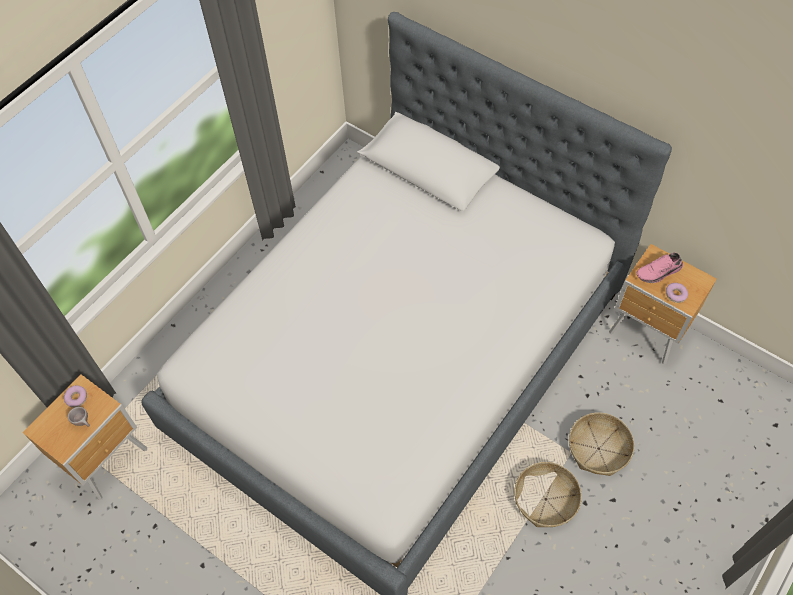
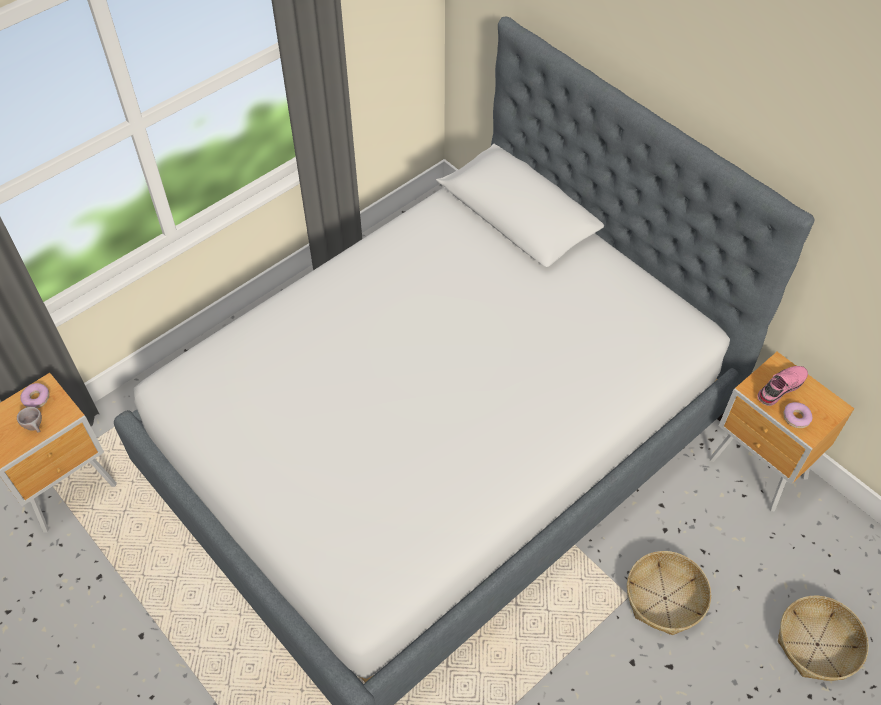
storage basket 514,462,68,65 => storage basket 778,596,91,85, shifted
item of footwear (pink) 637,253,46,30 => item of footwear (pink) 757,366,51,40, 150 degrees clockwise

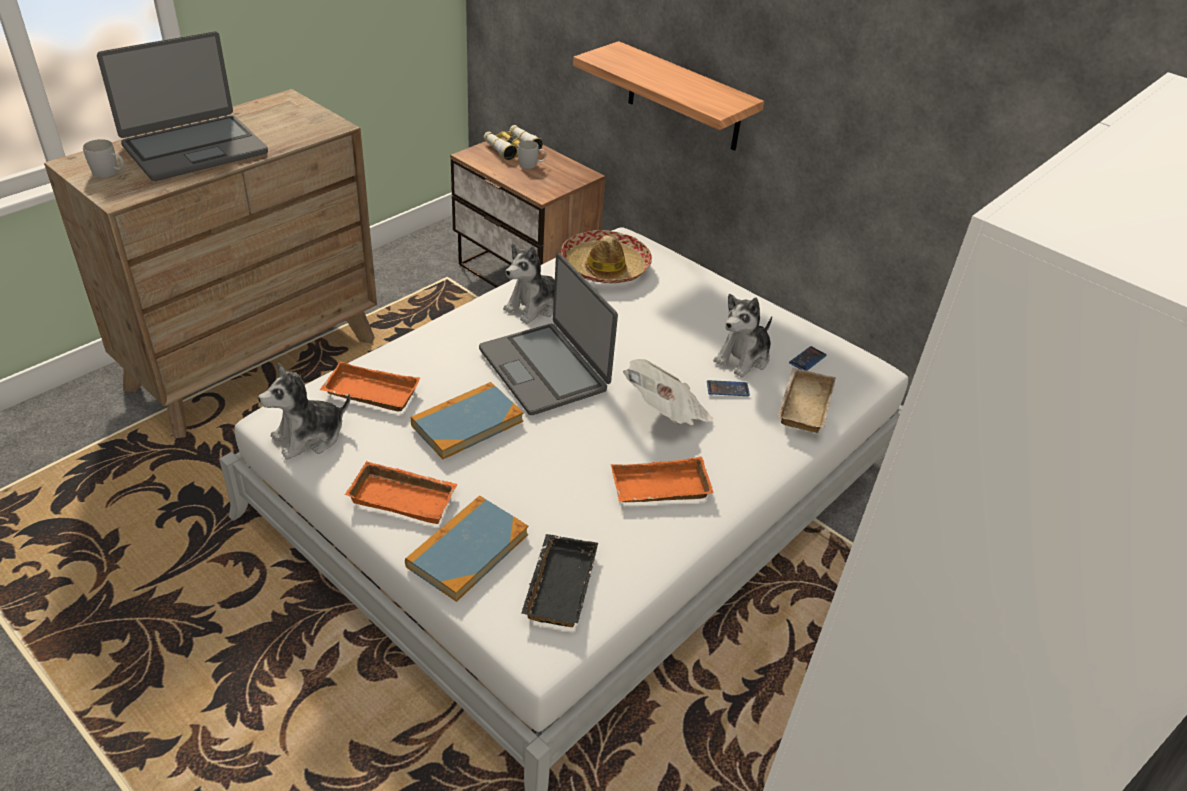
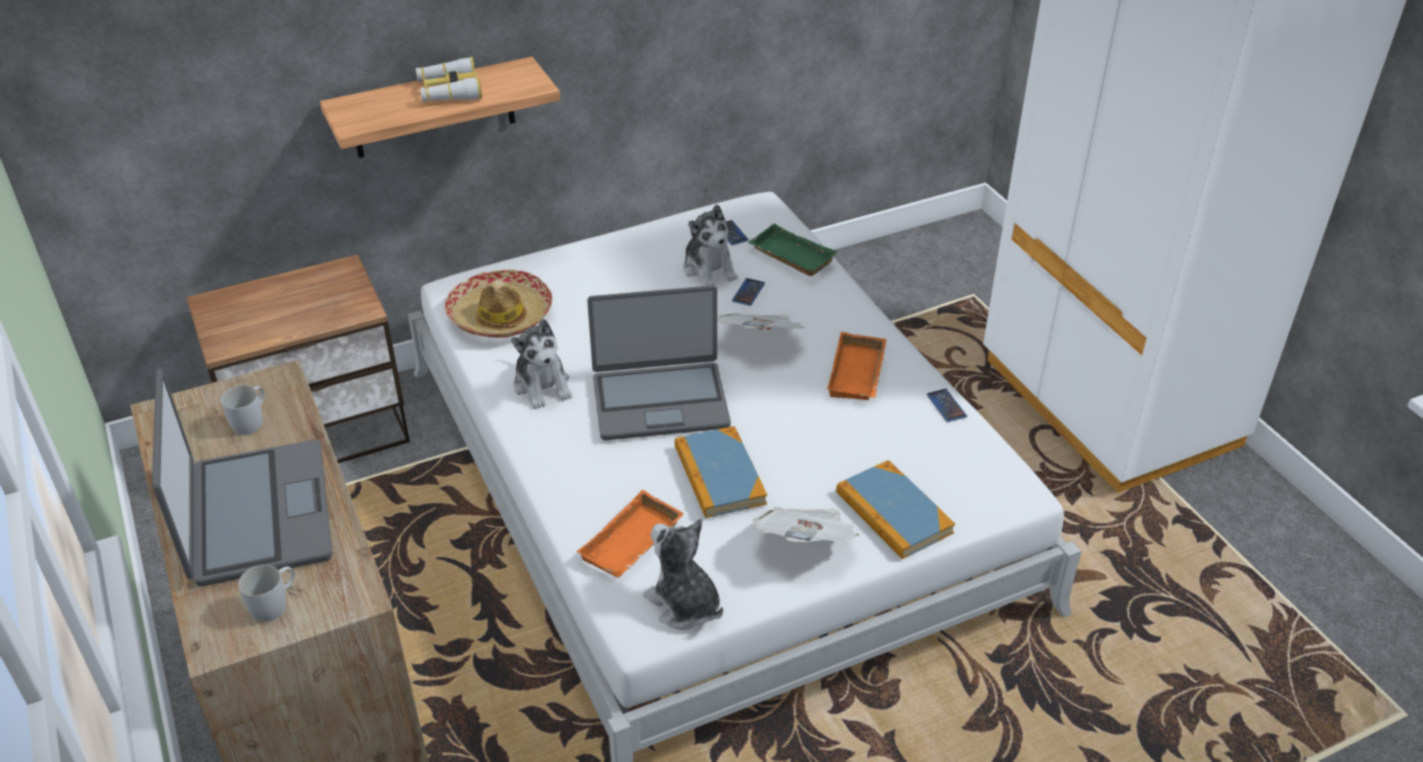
tray (blackish) 521,534,77,93 => nothing
nothing => handset 927,388,40,34
field glasses 484,125,59,35 => field glasses 415,57,67,45, shifted
coffee mug (white) 518,140,29,29 => coffee mug (white) 221,385,43,50, shifted
tray (orangey) 345,461,113,63 => printed paper 753,507,106,35
tray (beige-coloured) 778,368,58,65 => tray (green) 748,223,90,53
plush toy 258,363,92,97 => plush toy 643,519,80,111, 150 degrees clockwise

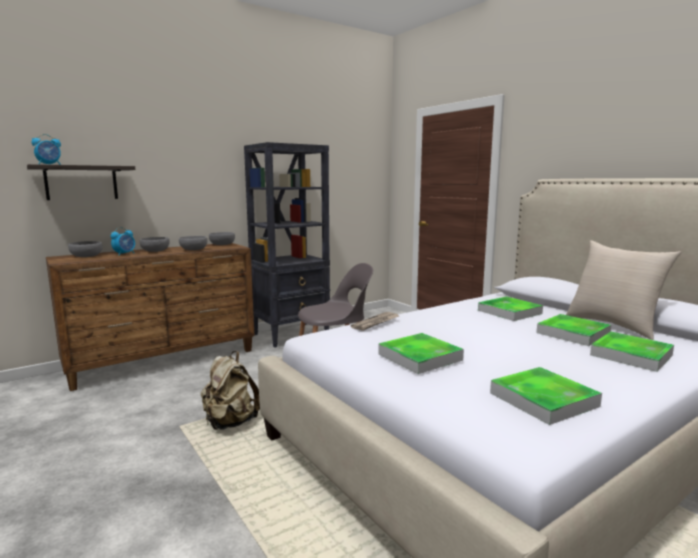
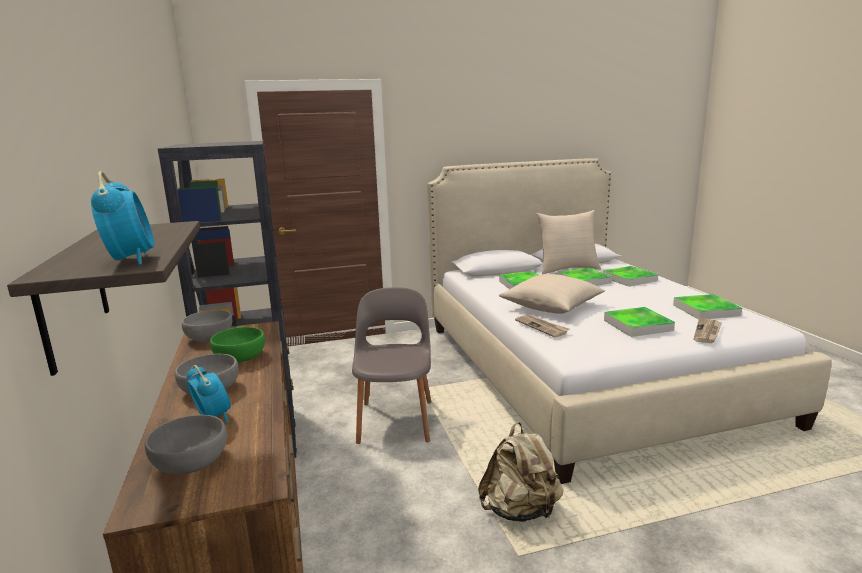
nothing => pillow (beige-coloured) 499,274,106,40
nothing => printed paper 694,318,28,25
bowl (greyish) 179,236,28,14 => bowl (green) 210,327,55,35

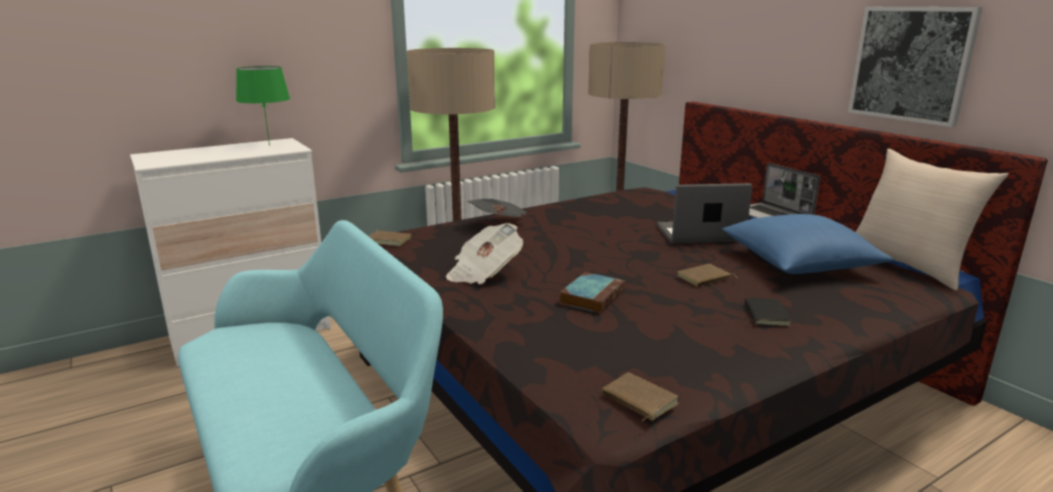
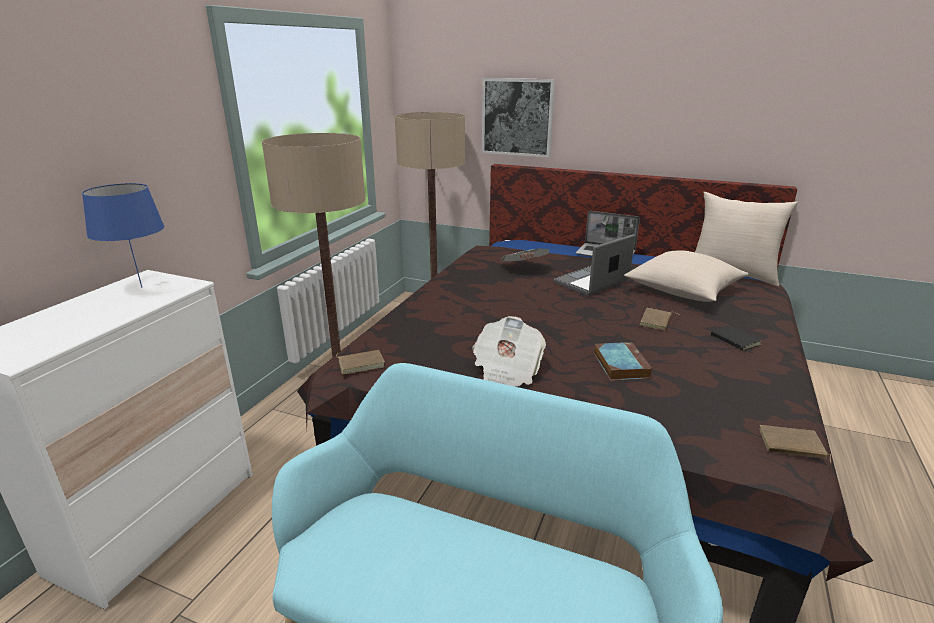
printed paper 467,199,60,18 => printed paper 501,248,49,14, shifted
picture 848,7,135,120 => picture 482,78,73,80, shifted
table lamp (green) 236,66,54,80 => table lamp (blue) 82,183,82,105
pillow (blue) 722,214,171,60 => pillow (beige-coloured) 624,250,125,52

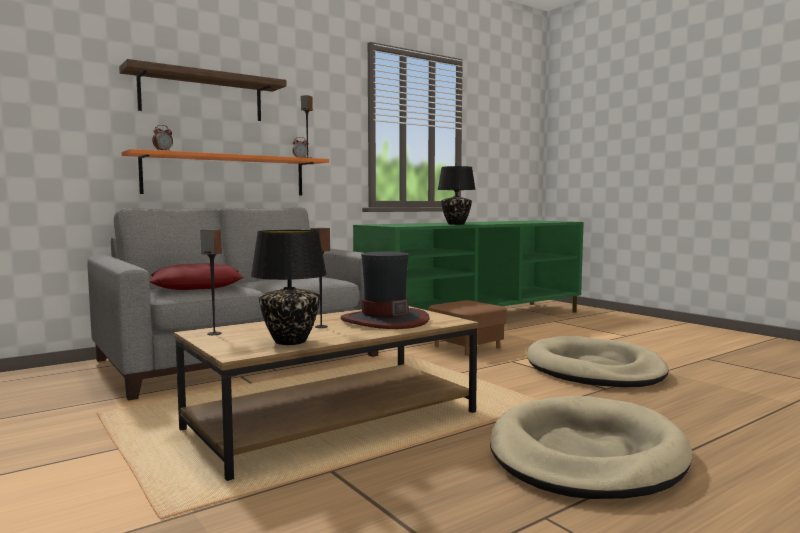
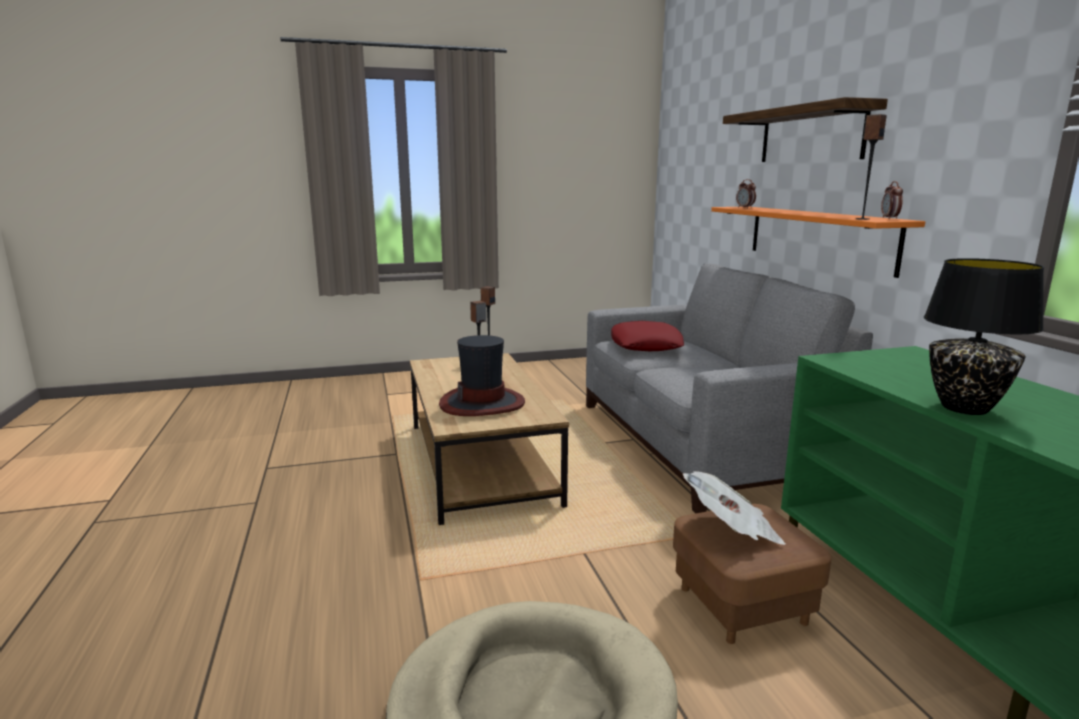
table lamp (blackish) 251,230,76,115 => nothing
dog bed (beige-coloured) 490,396,203,103 => nothing
nothing => printed paper 683,471,103,74

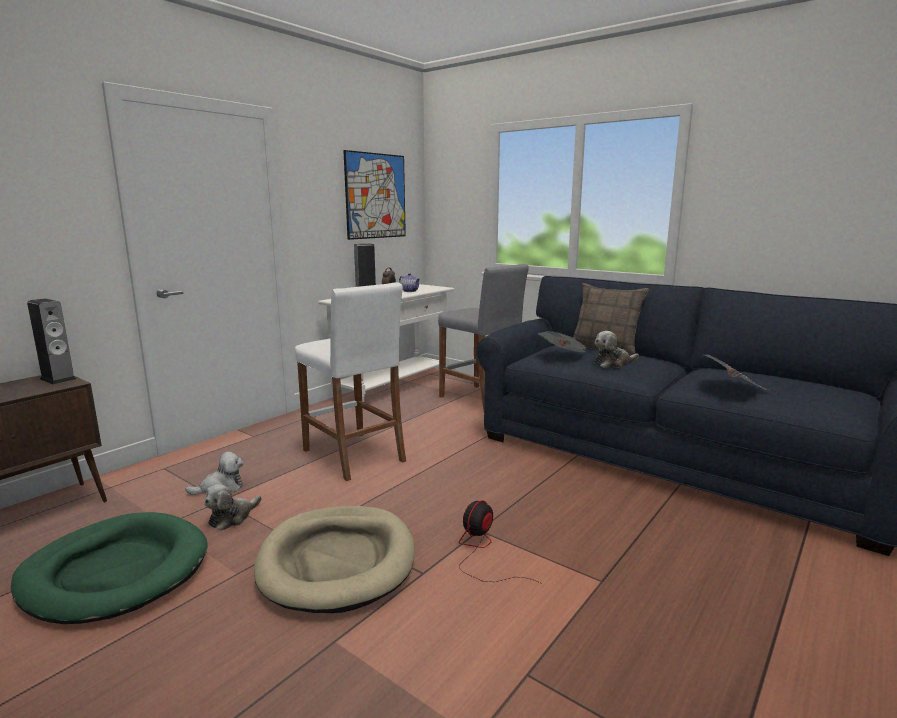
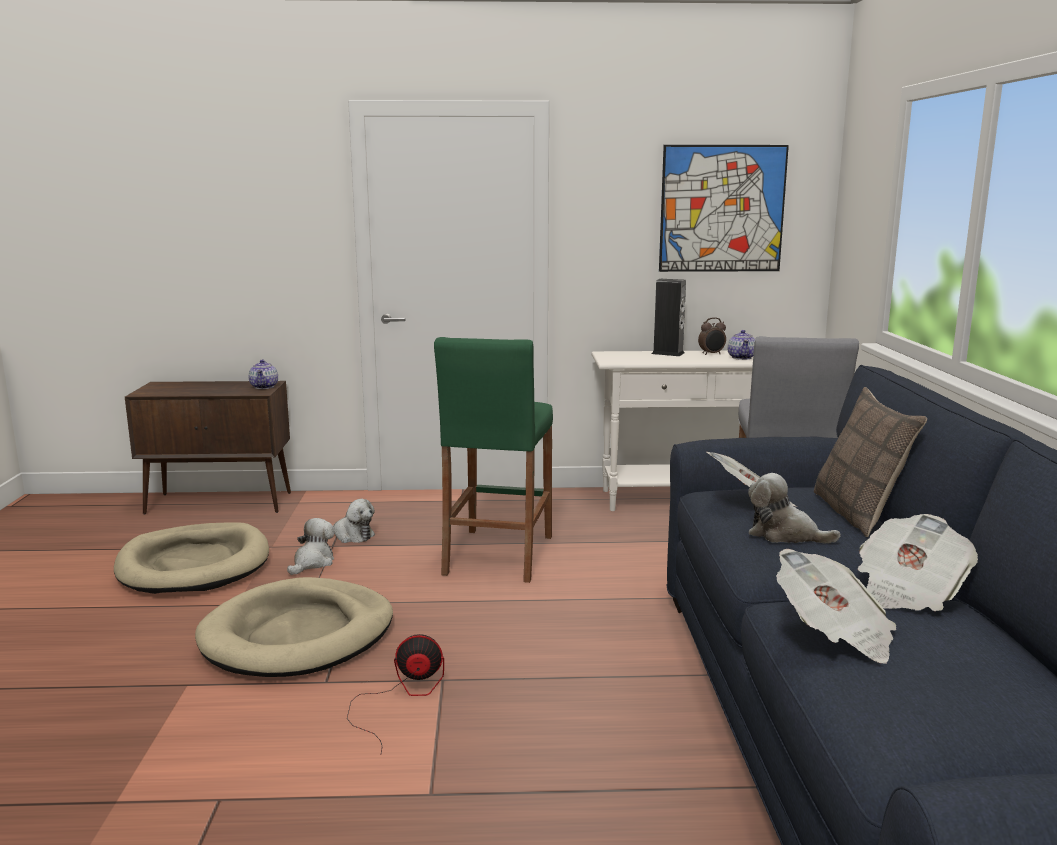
nothing => printed paper 858,514,120,97
speaker 27,299,49,86 => pot for tea 249,360,29,29
dog bed (green) 11,512,197,112 => dog bed (beige-coloured) 114,522,155,72
sitting stool (white) 295,282,111,199 => sitting stool (green) 434,337,119,246
plush toy 204,484,58,47 => plush toy 287,518,47,57, 120 degrees clockwise

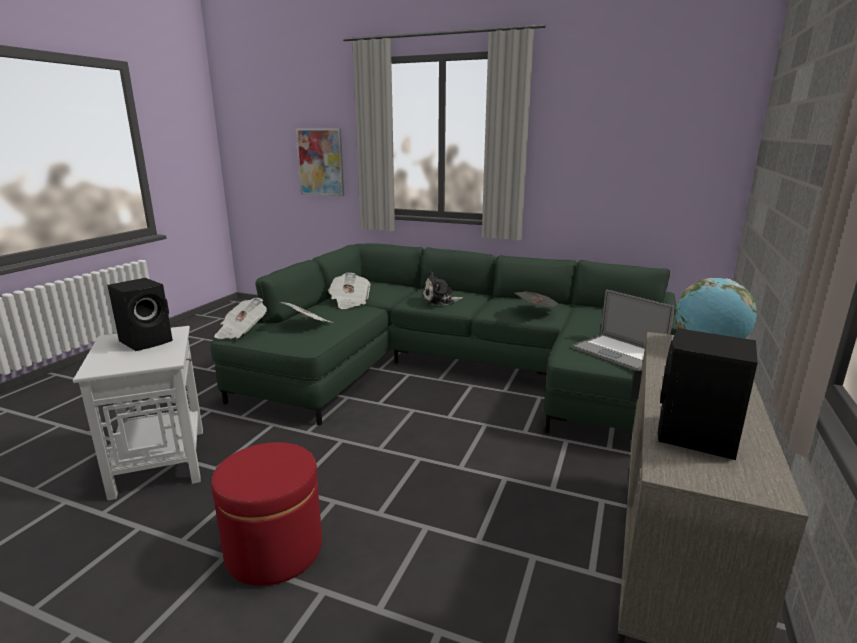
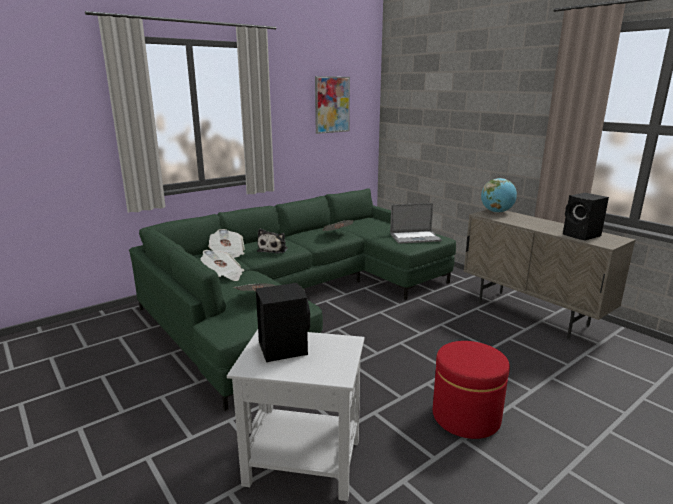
printed paper 214,298,53,41 => printed paper 208,229,37,29, shifted
picture 296,128,48,68 => picture 315,76,35,58, shifted

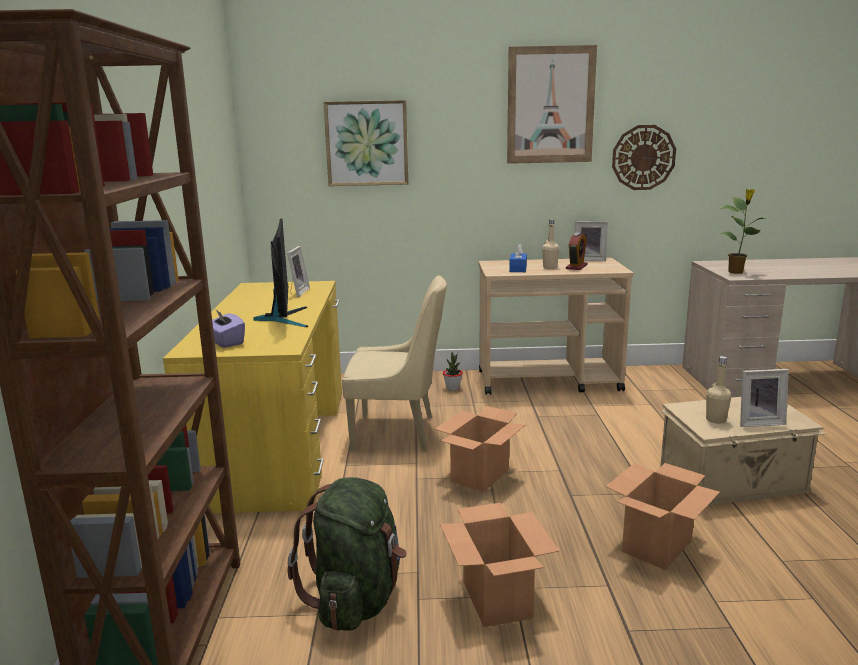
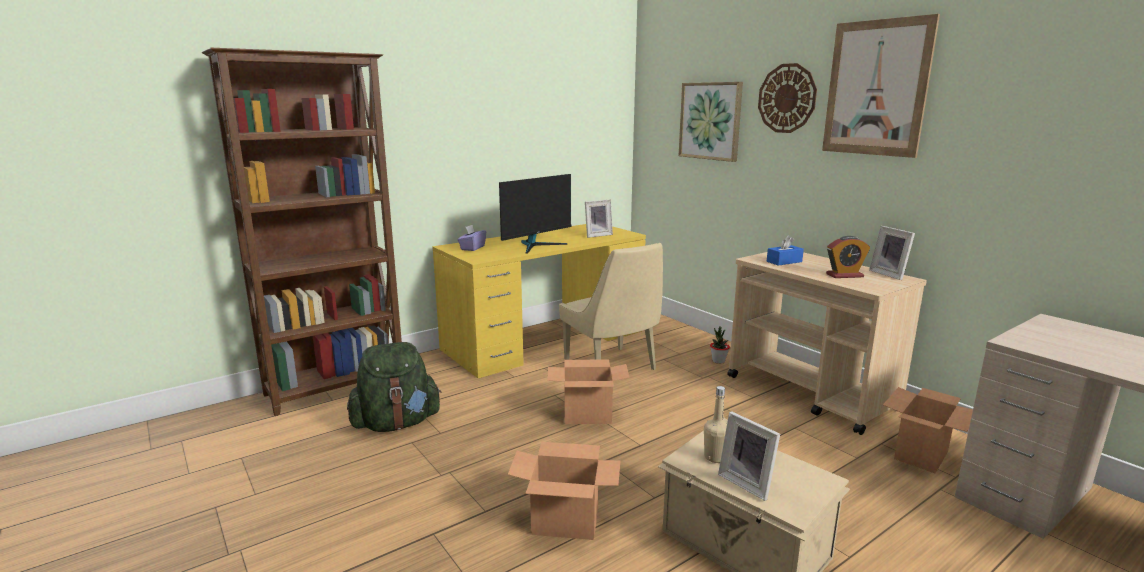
bottle (beige-coloured) 542,219,17,50 => nothing
plant in a pot 720,189,47,85 => nothing
packing box 440,503,119,124 => packing box 883,387,90,86, shifted
wall clock 612,125,64,65 => wall clock 758,63,59,70, shifted

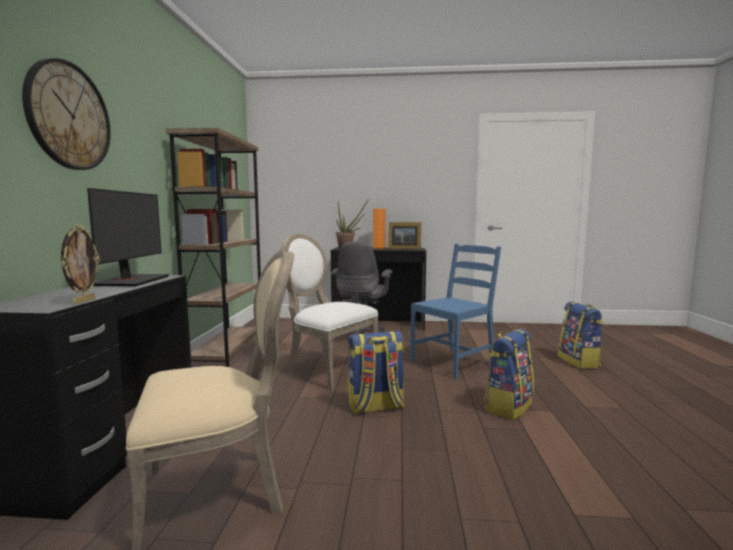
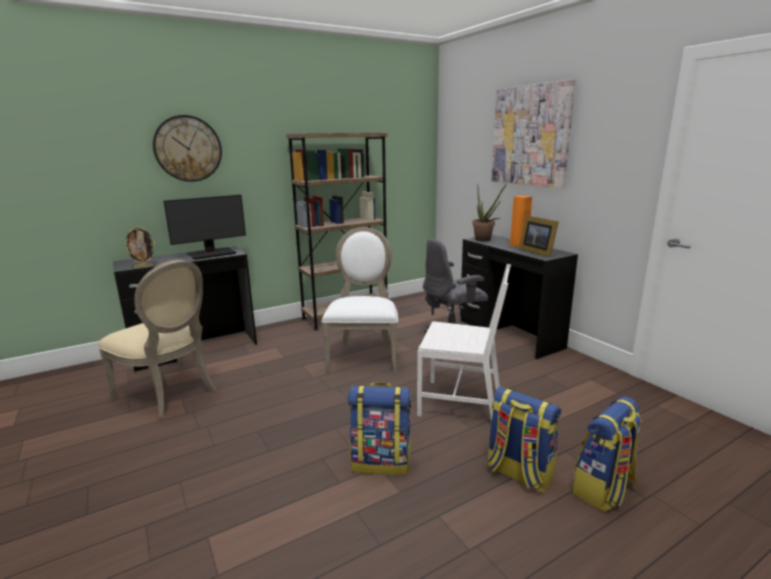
nothing => picture 491,79,85,109
knapsack 348,331,57,83 => knapsack 486,387,75,106, shifted
upright chair (blue) 411,244,90,135 => upright chair (white) 417,264,94,158

